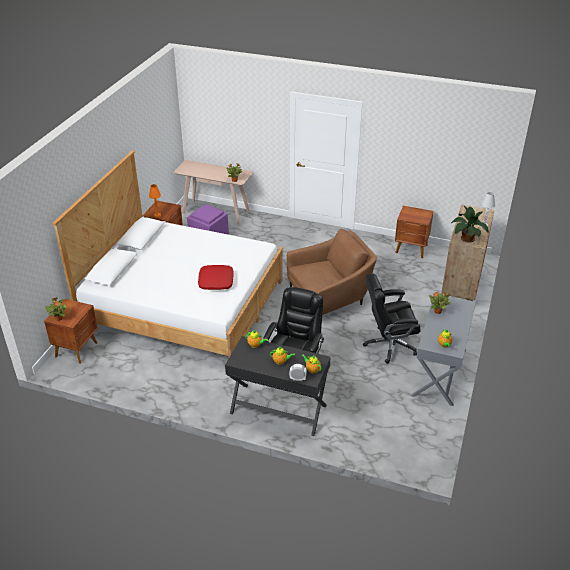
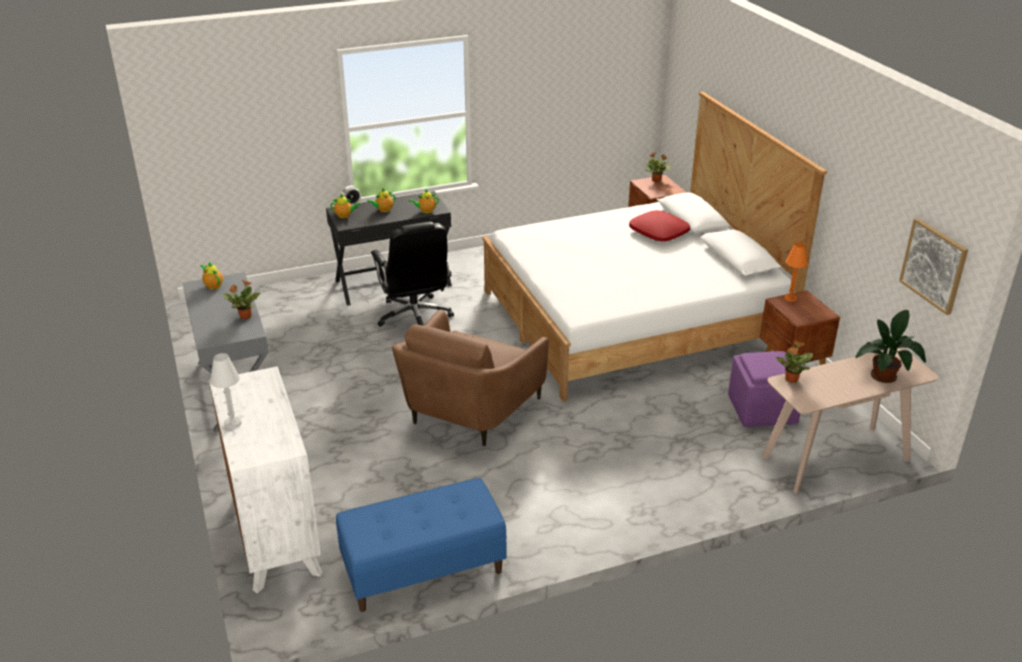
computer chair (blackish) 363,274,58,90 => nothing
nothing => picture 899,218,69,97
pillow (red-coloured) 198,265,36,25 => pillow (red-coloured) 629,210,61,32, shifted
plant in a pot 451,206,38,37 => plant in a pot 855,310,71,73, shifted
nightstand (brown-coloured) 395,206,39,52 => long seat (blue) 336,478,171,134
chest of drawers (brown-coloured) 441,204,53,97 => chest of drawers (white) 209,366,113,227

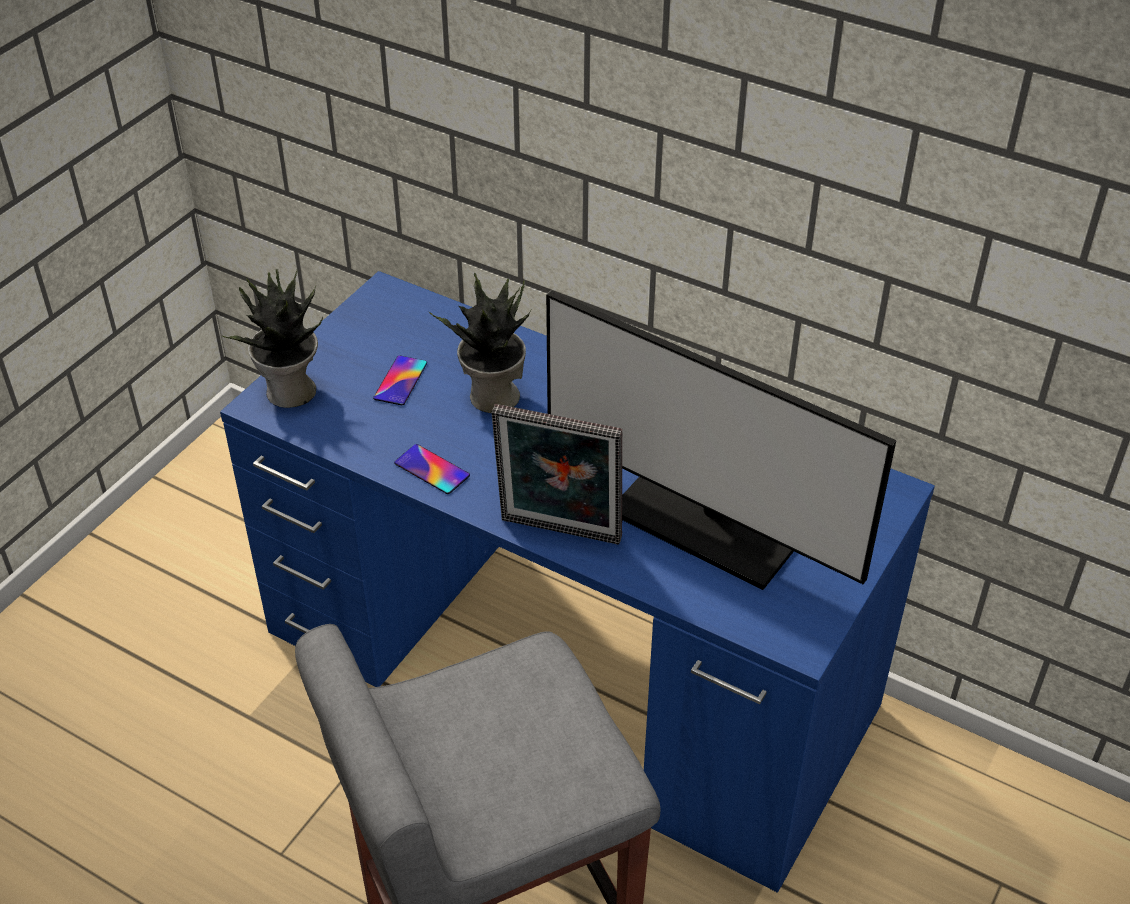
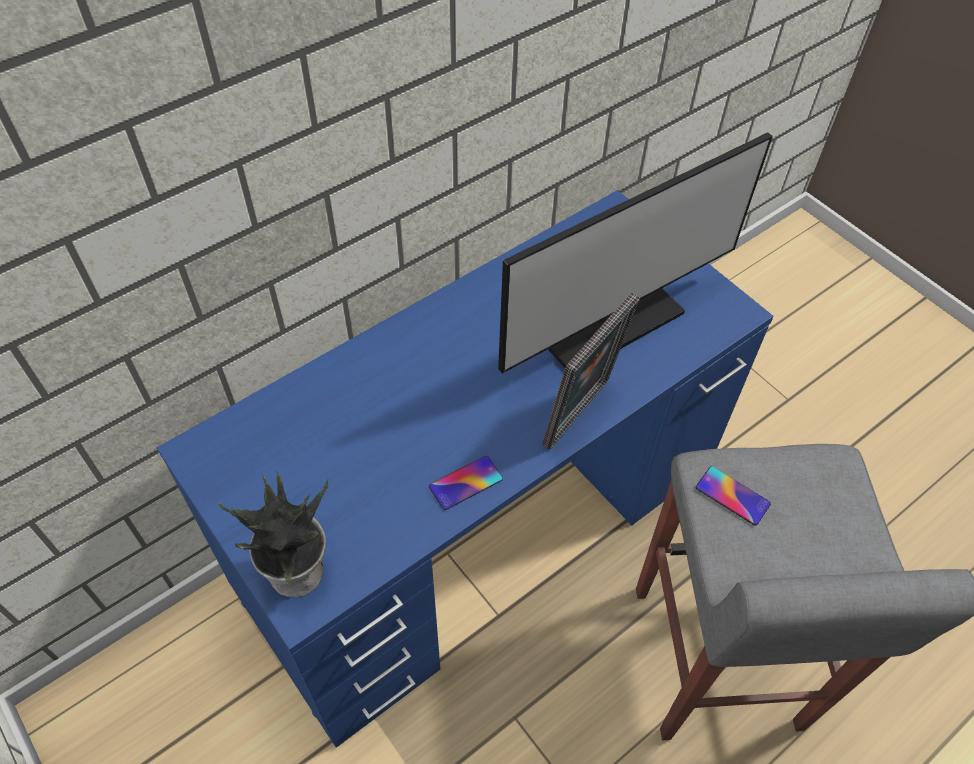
plant in a pot 428,273,103,140 => nothing
handset 373,356,54,49 => handset 696,466,75,60, shifted

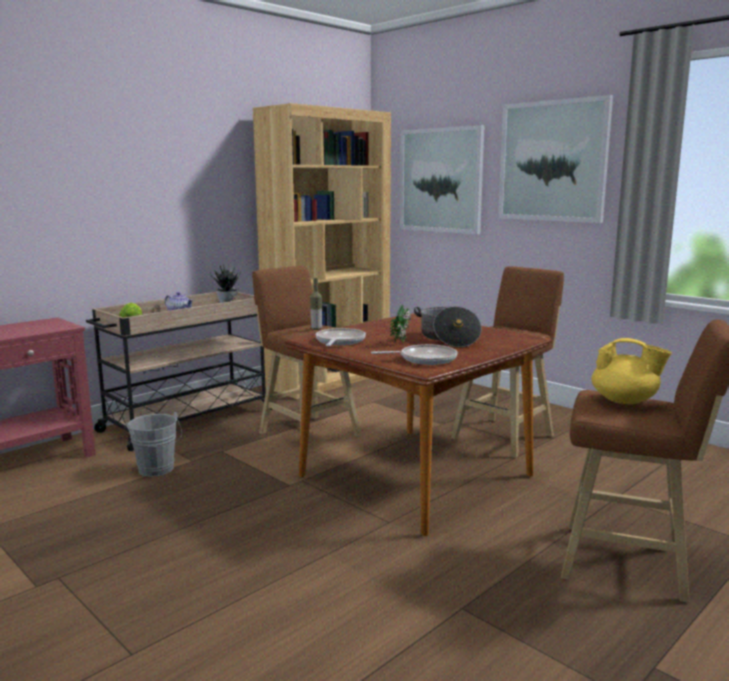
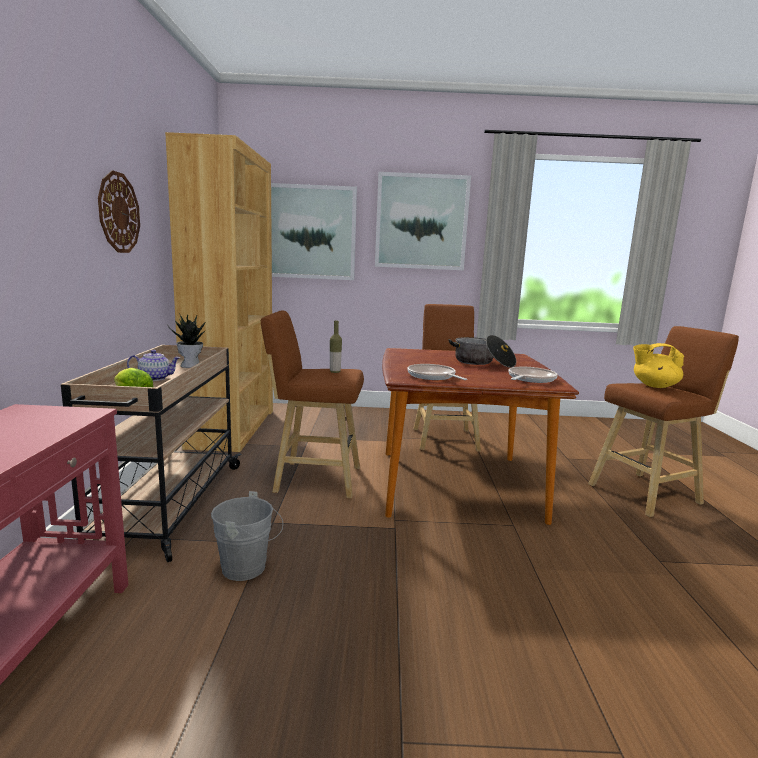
plant in a pot 390,304,21,39 => nothing
nothing => wall clock 98,170,42,83
pot for tea (yellowish) 591,338,81,66 => pot for tea (yellowish) 633,343,51,45, 150 degrees counterclockwise

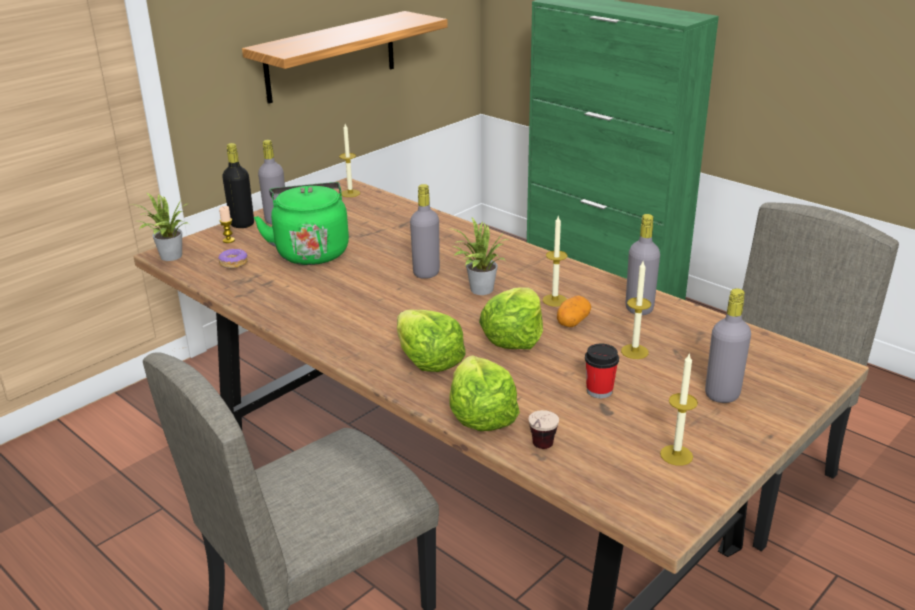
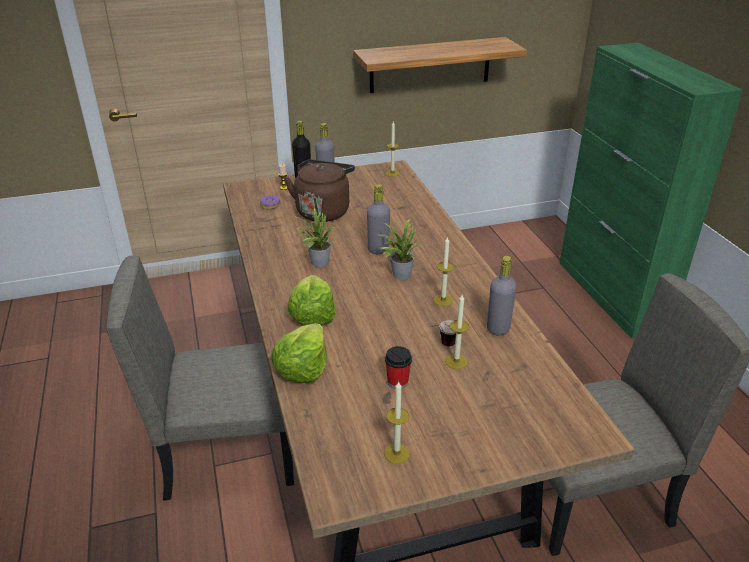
lettuce 479,287,64,62 => nothing
potato 557,296,34,31 => nothing
bottle (greyish) 705,288,46,115 => nothing
plant in a pot 137,193,53,68 => plant in a pot 296,208,40,59, shifted
cup 528,410,31,39 => cup 430,320,26,26, shifted
tea kettle (green) 254,182,95,83 => tea kettle (brown-coloured) 284,159,71,63

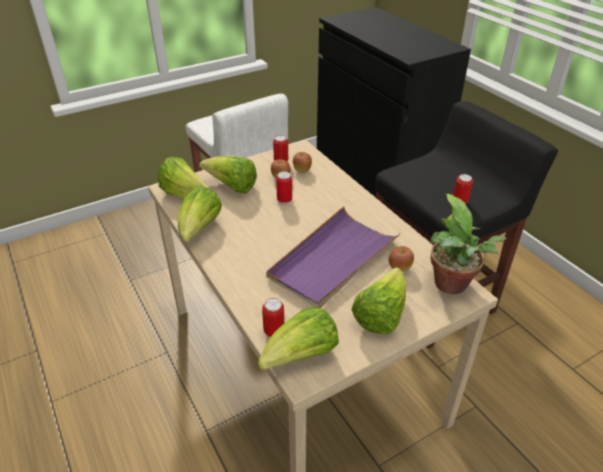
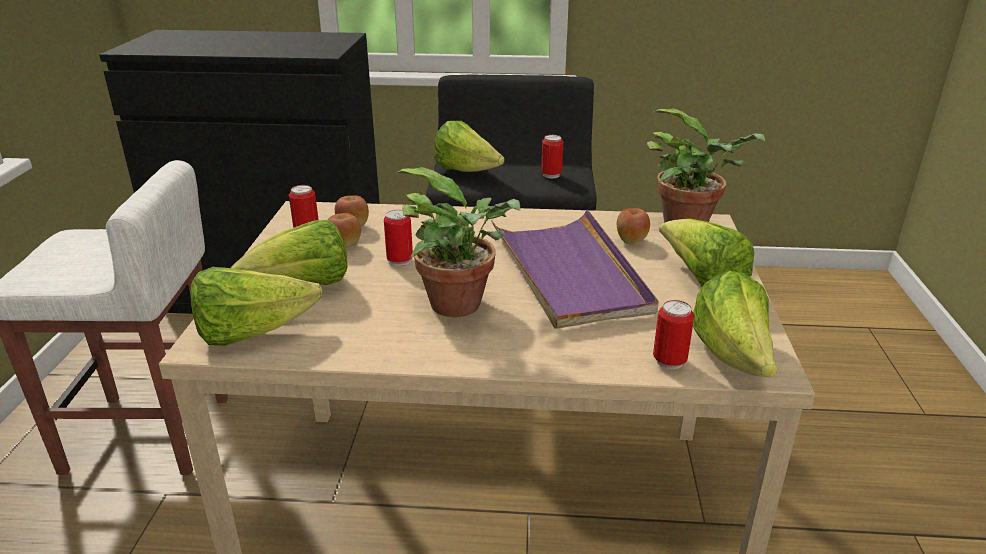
nothing => plant in a pot 396,167,124,151
lettuce 178,186,44,56 => lettuce 434,121,70,51, shifted

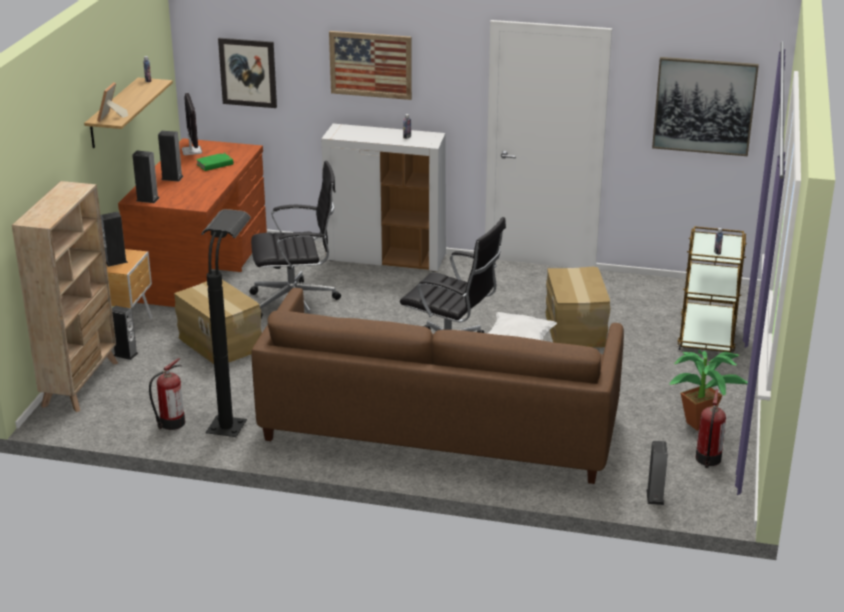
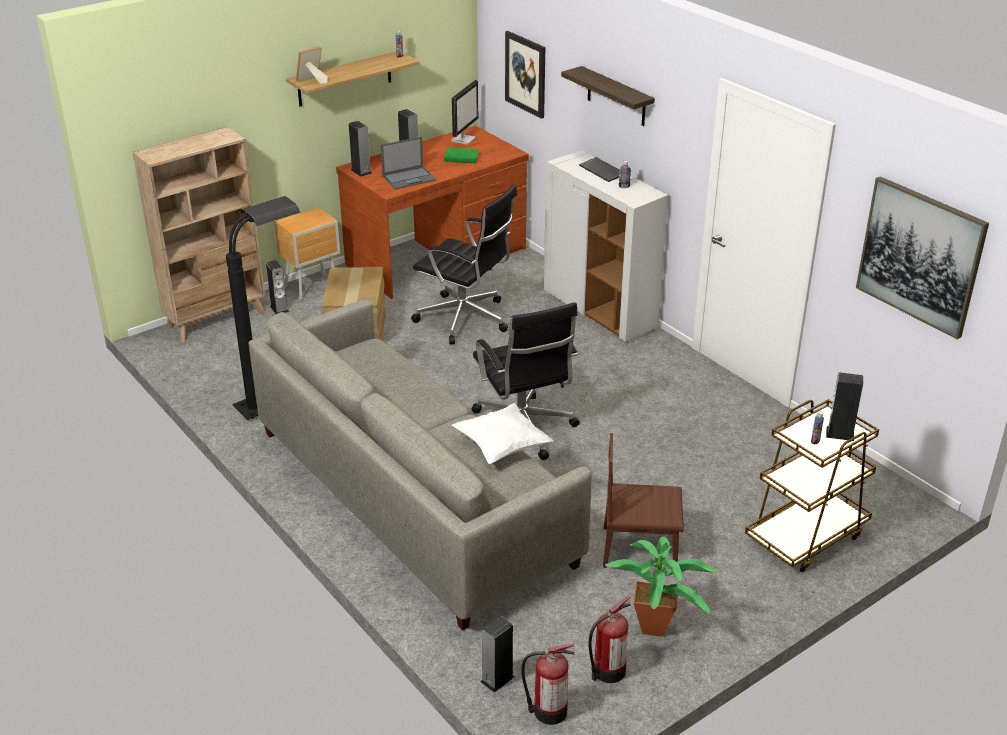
packing box 545,267,65,80 => nothing
nothing => portable computer 381,137,55,52
nothing => computer keyboard 579,157,41,25
nothing => upright chair (brown-coloured) 603,433,81,135
speaker 101,212,27,55 => speaker 826,372,37,69, shifted
extinguisher 149,358,36,72 => extinguisher 521,644,53,81, shifted
picture 329,31,83,69 => wall shelf 561,66,94,60
sofa (brown-coloured) 251,288,373,196 => sofa (greyish) 249,299,343,332

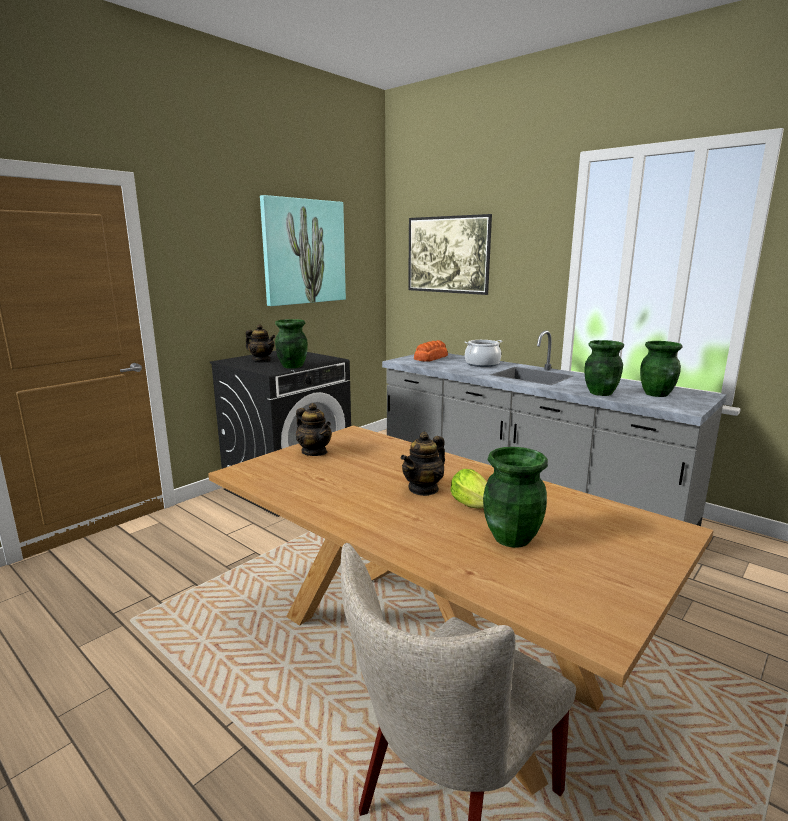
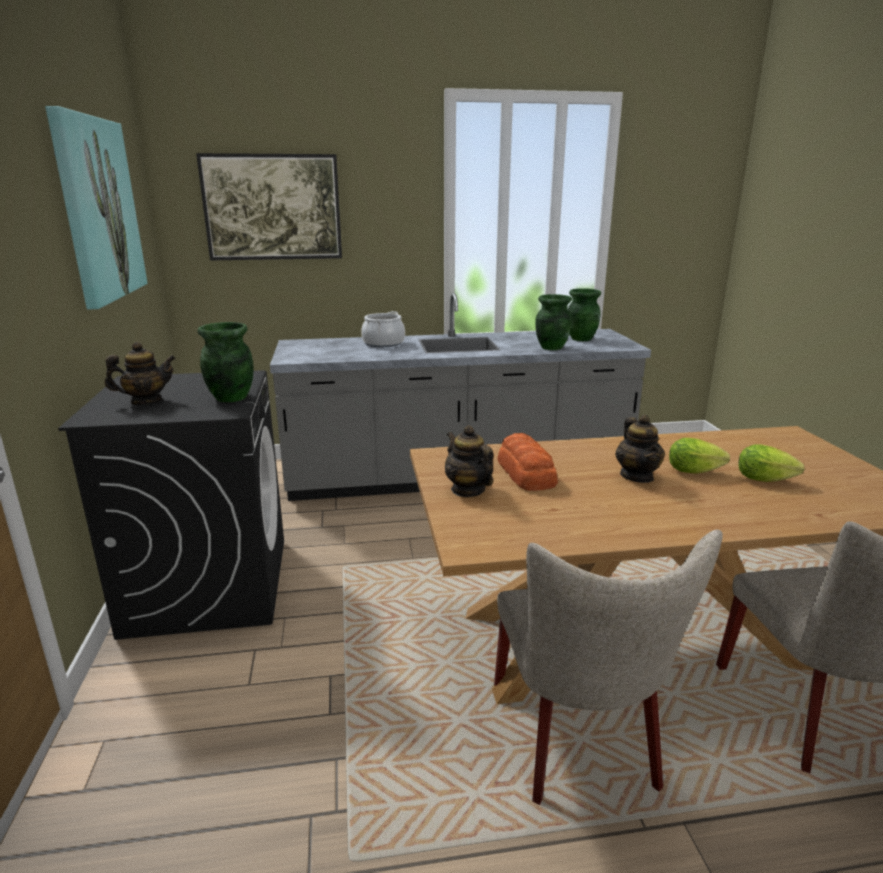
nothing => upright chair (beige-coloured) 494,530,229,275
bread 414,340,34,21 => bread 497,433,61,58, shifted
flower vase (green) 483,447,65,101 => lettuce 738,444,66,38
pot for tea 296,403,36,53 => pot for tea 445,425,49,72, 120 degrees counterclockwise

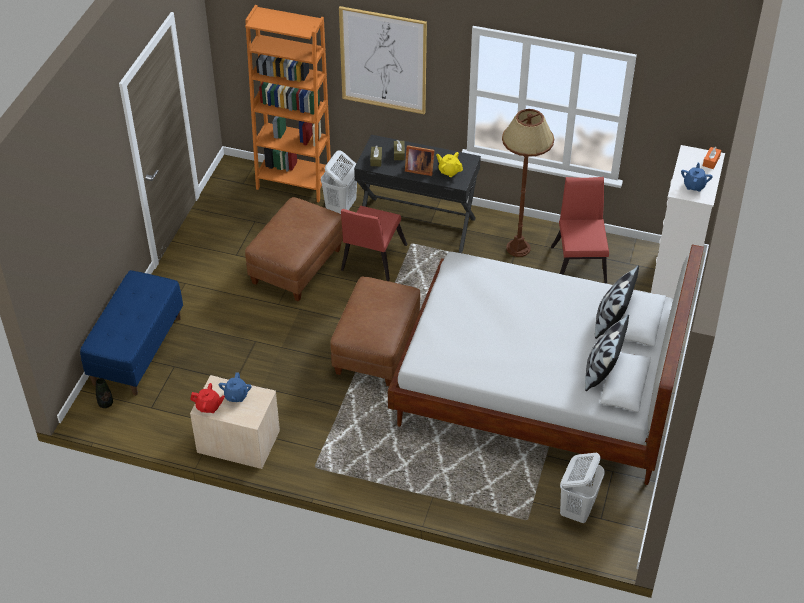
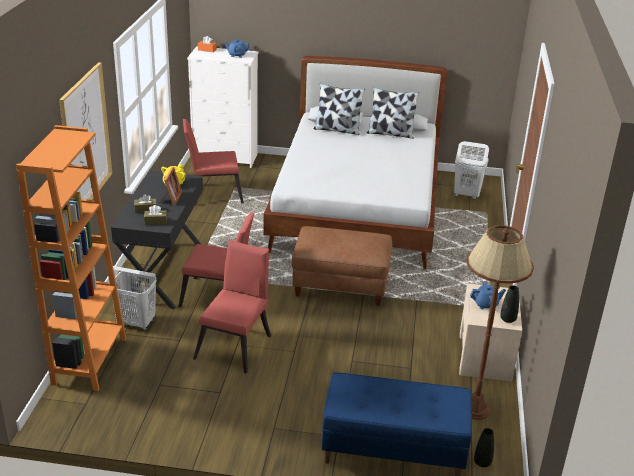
floor lamp (brown-coloured) 502,109,52,148 => floor lamp (brown-coloured) 466,225,68,195, shifted
pot for tea (red-coloured) 190,383,35,30 => flower vase (blackish) 500,285,19,38
footrest (brown-coloured) 245,197,98,105 => upright chair (red-coloured) 193,240,78,133

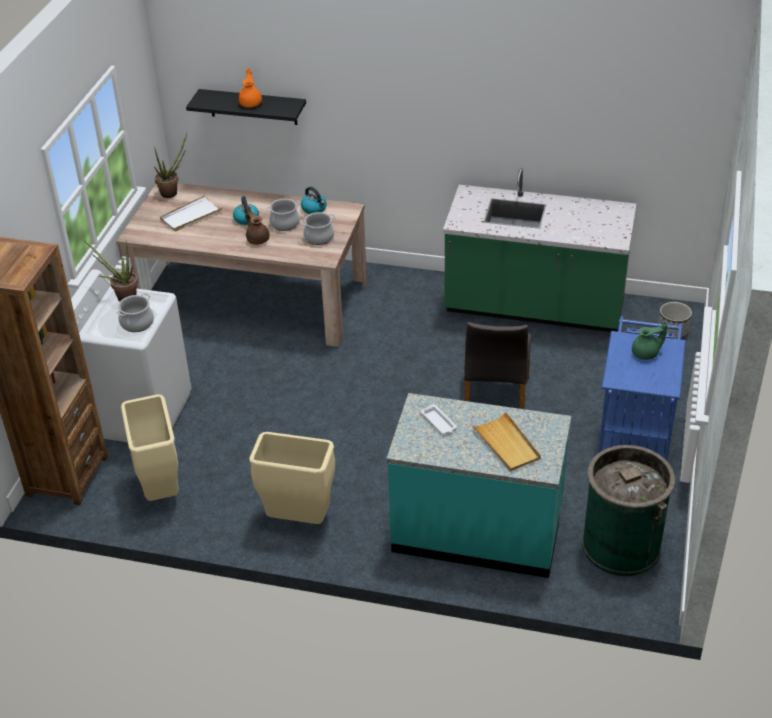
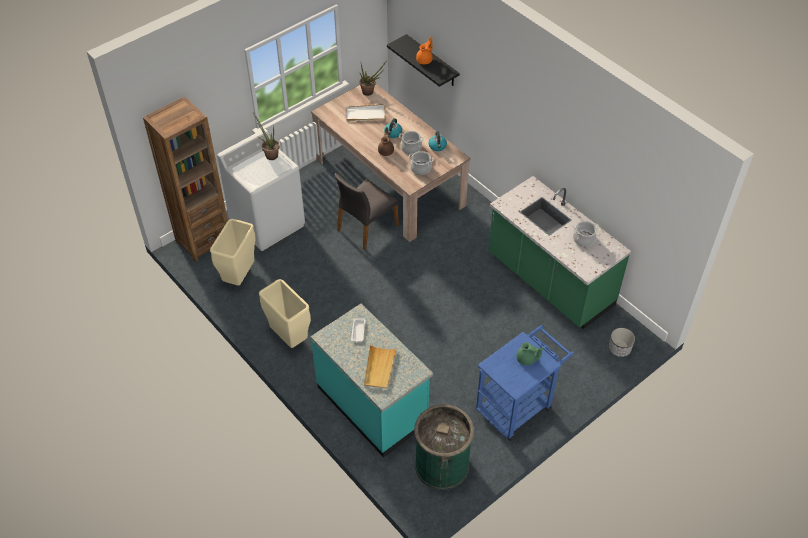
cooking pot 117,293,37,39 => cooking pot 573,221,26,26, shifted
upright chair (greyish) 464,322,67,87 => upright chair (greyish) 335,173,64,77, shifted

